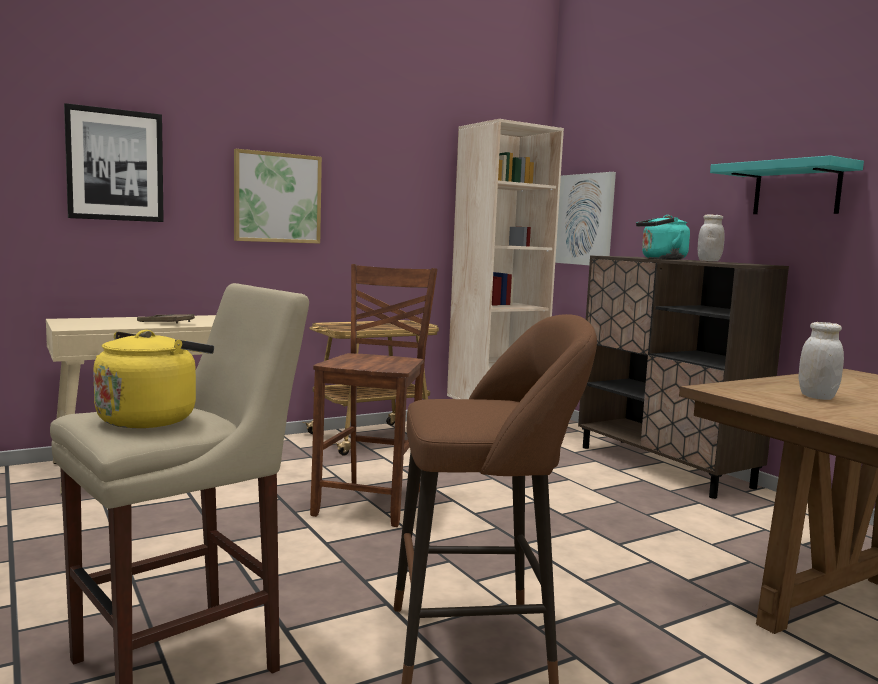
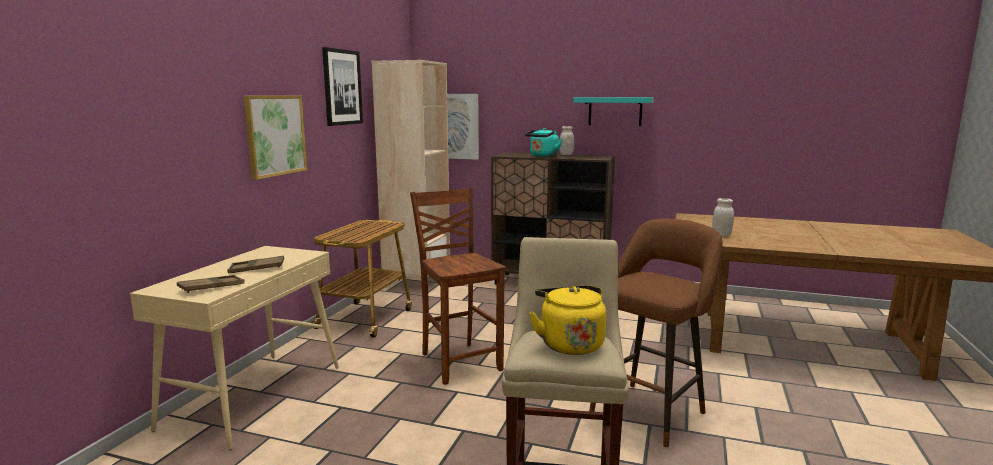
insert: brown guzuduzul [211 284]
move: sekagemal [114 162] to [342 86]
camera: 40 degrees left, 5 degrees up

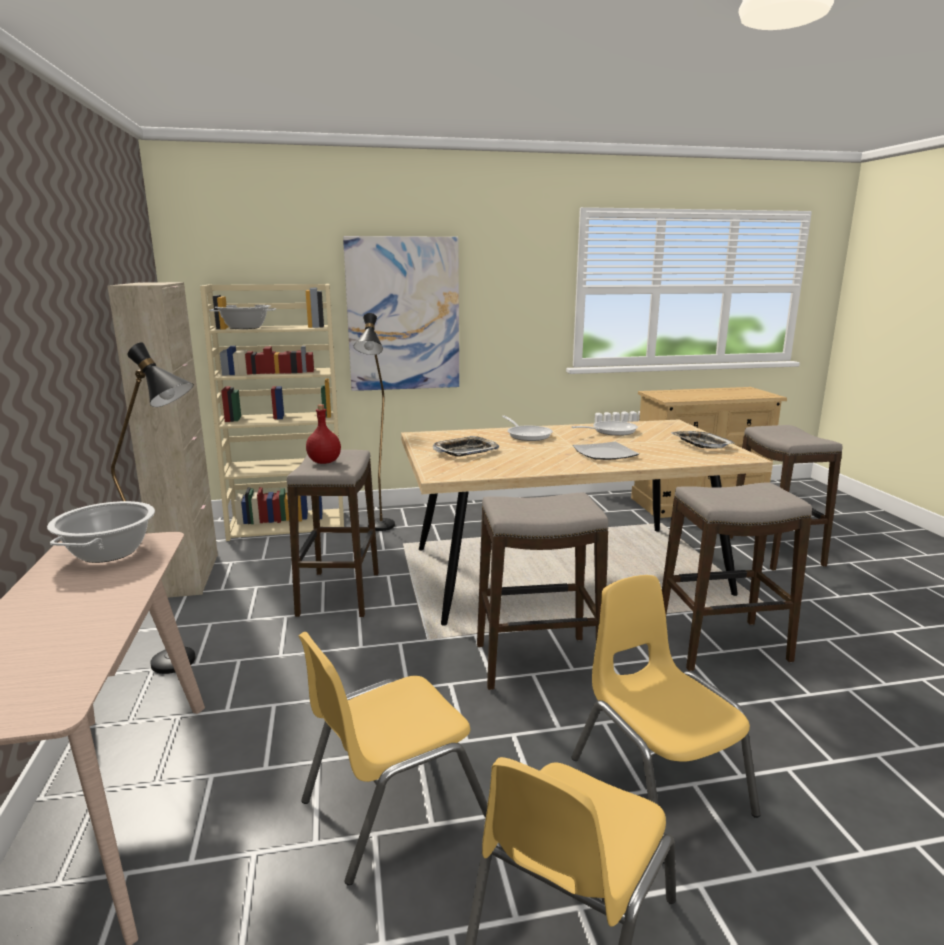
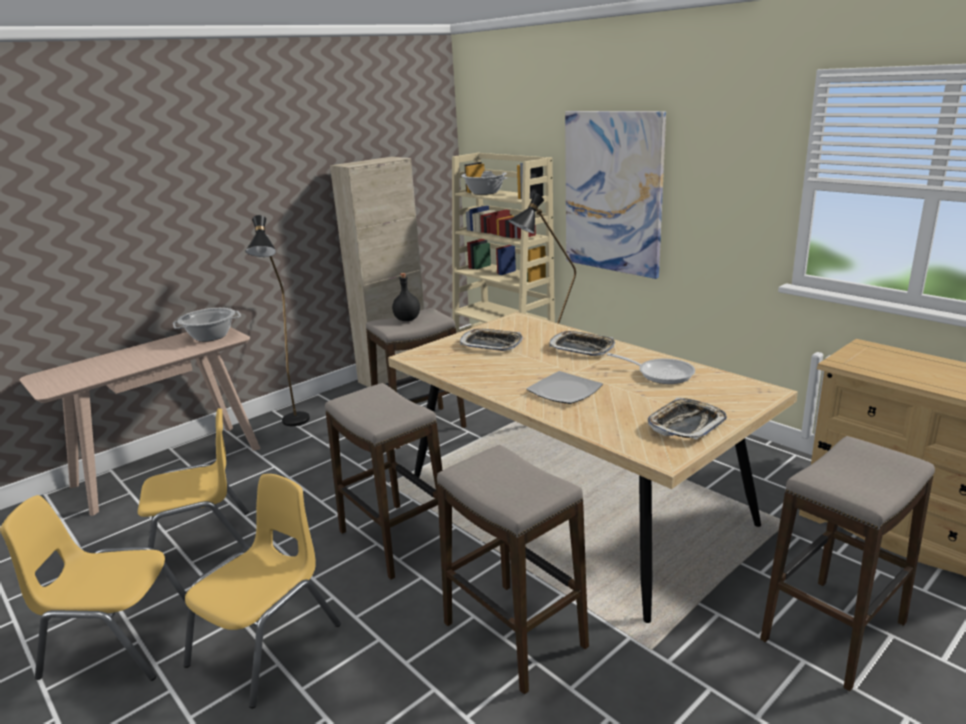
replace: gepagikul [527 428] to guzuduzul [582 343]
recolor: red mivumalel [323 434] to black mivumalel [406 297]
rotate: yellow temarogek [393 759] = [194 479] 135 degrees clockwise
camera: 60 degrees right, 5 degrees up

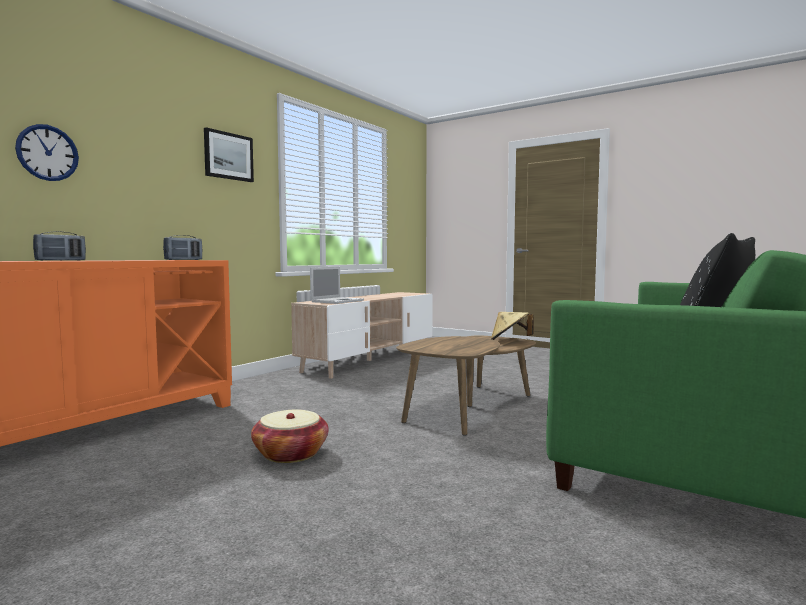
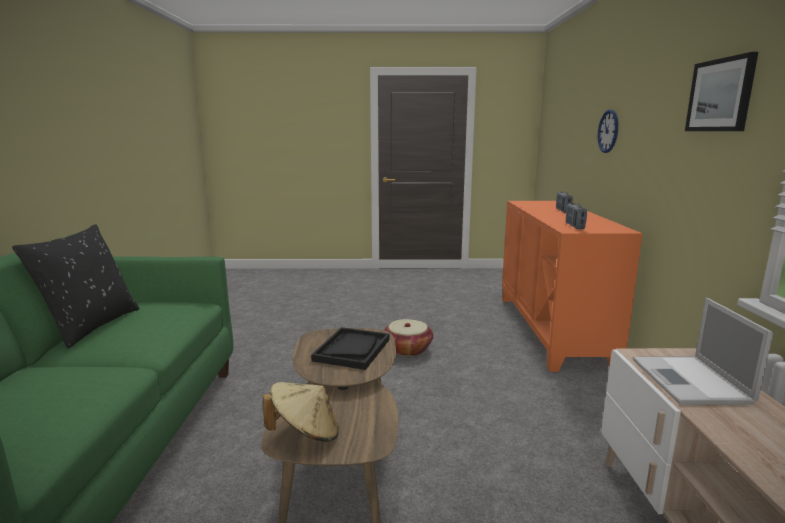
insert: black guzuduzul [350 348]
camera: 145 degrees right, 10 degrees up

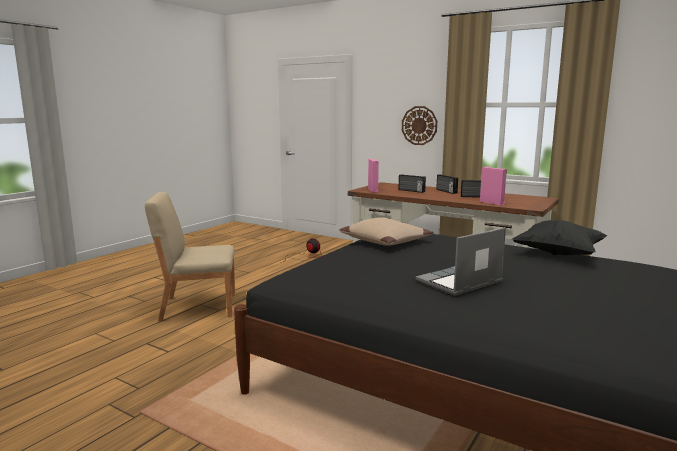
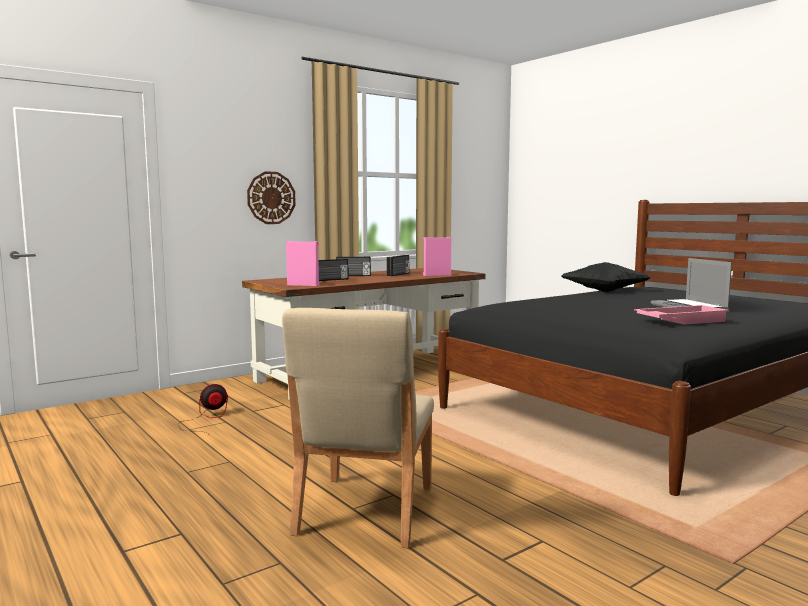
delete: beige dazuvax [386 231]
insert: pink guzuduzul [681 315]
camera: 70 degrees left, 5 degrees down

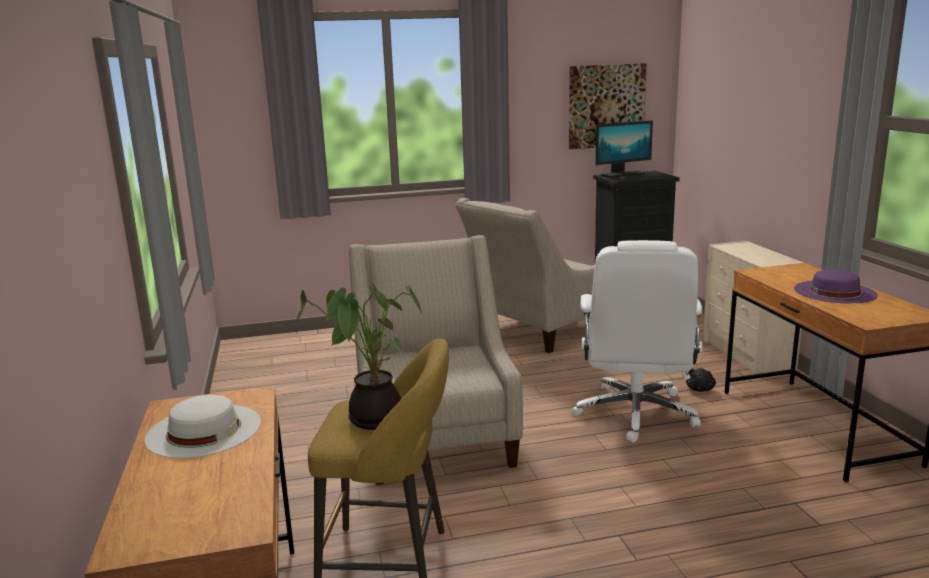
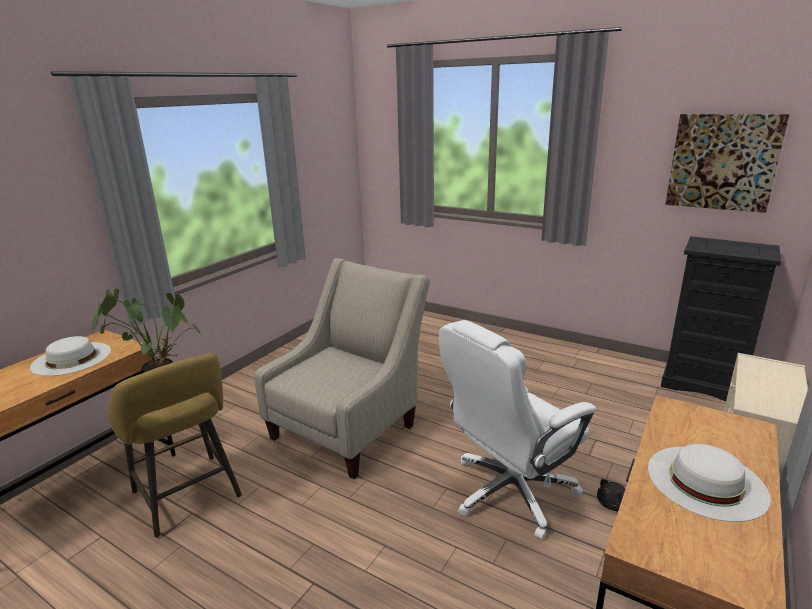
delete: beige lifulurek [525 275]; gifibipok [624 149]
recolor: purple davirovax [836 287] to white davirovax [709 483]
camera: 45 degrees right, 5 degrees up

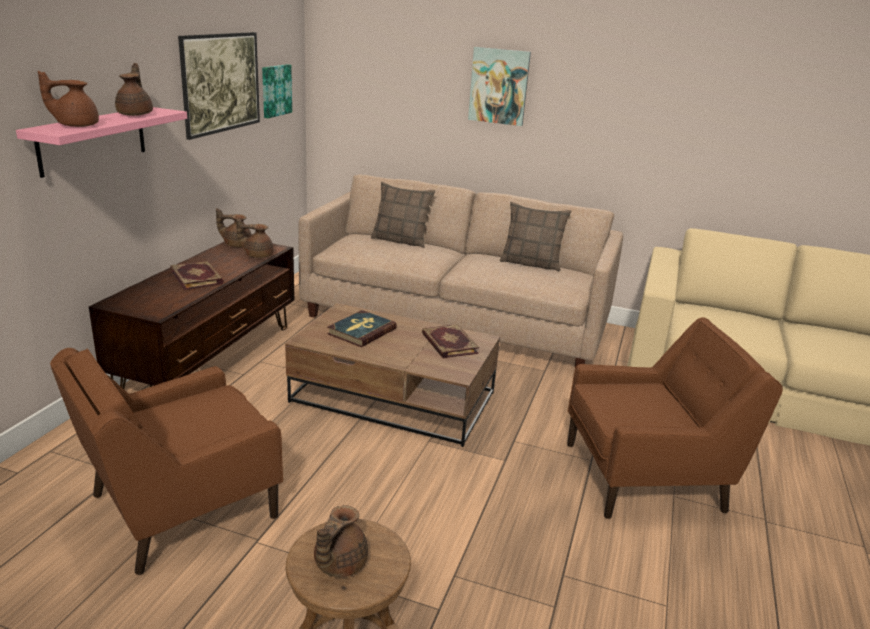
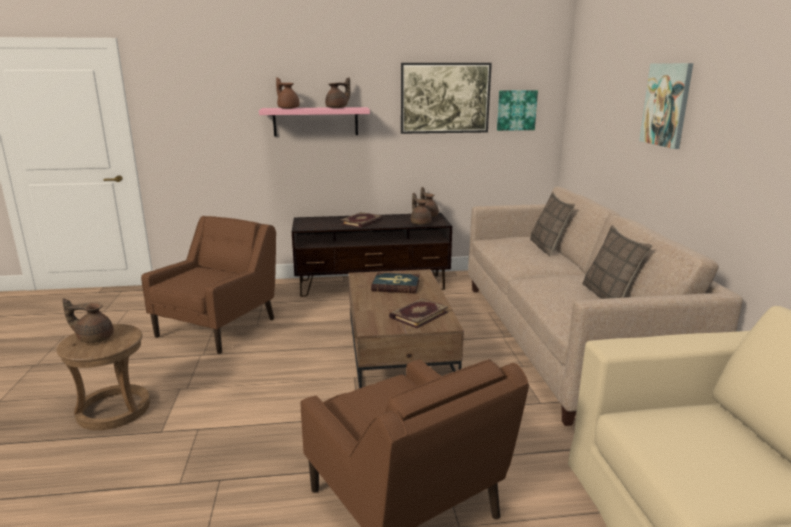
rotate: brown lifulurek [166 461] = [208 285] 90 degrees clockwise
camera: 65 degrees right, 5 degrees down

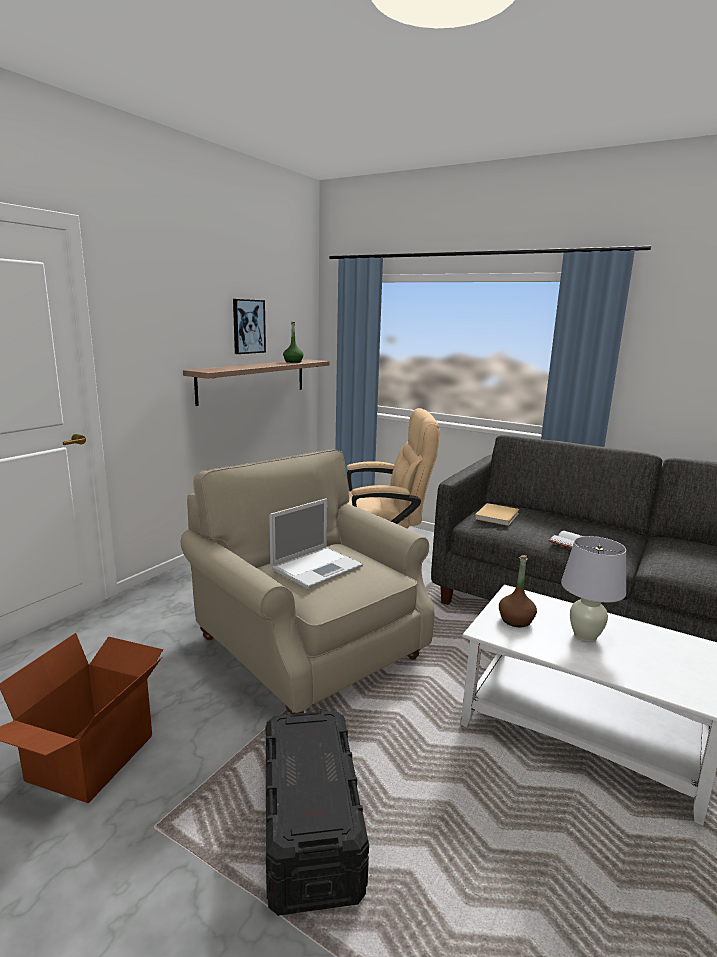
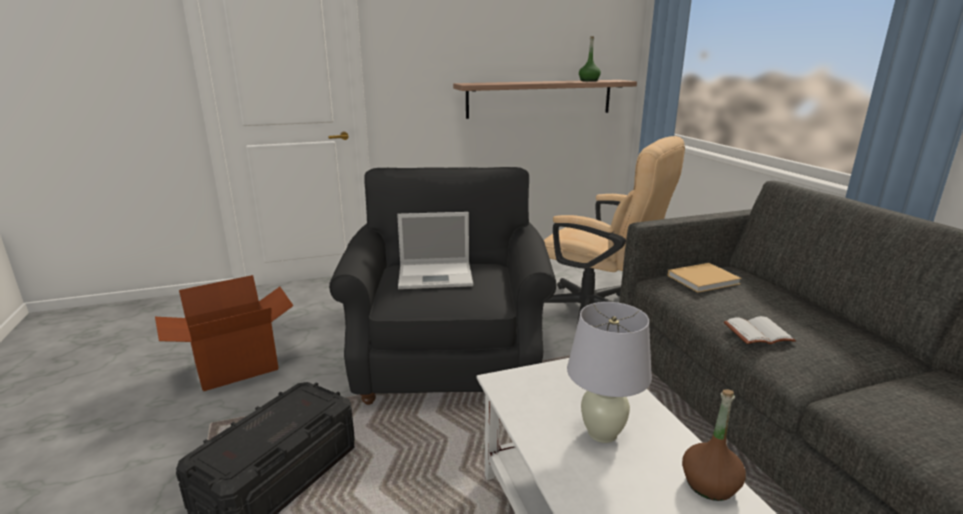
delete: sekagemal [249 326]
move: brown mivumalel [518 591] to [714 445]
recolor: beige lifulurek [307 582] to black lifulurek [443 286]
camera: 40 degrees right, 5 degrees up

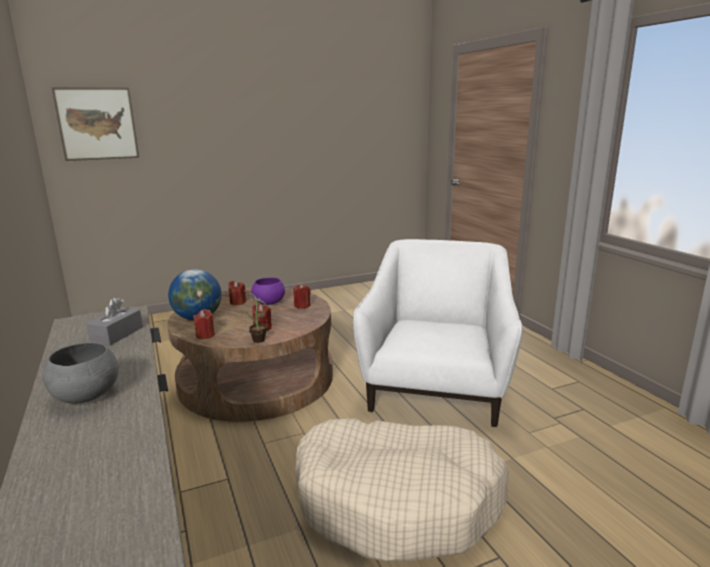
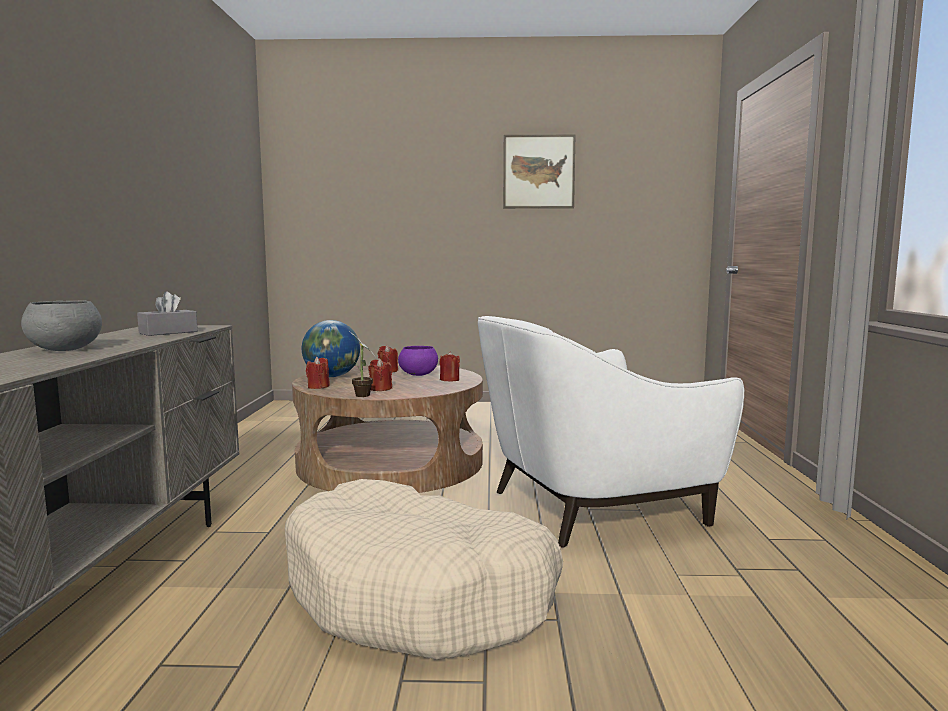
move: sekagemal [95 124] to [539 171]
rotate: white lifulurek [438 333] = [611 432] 150 degrees counterclockwise
camera: 25 degrees right, 10 degrees down

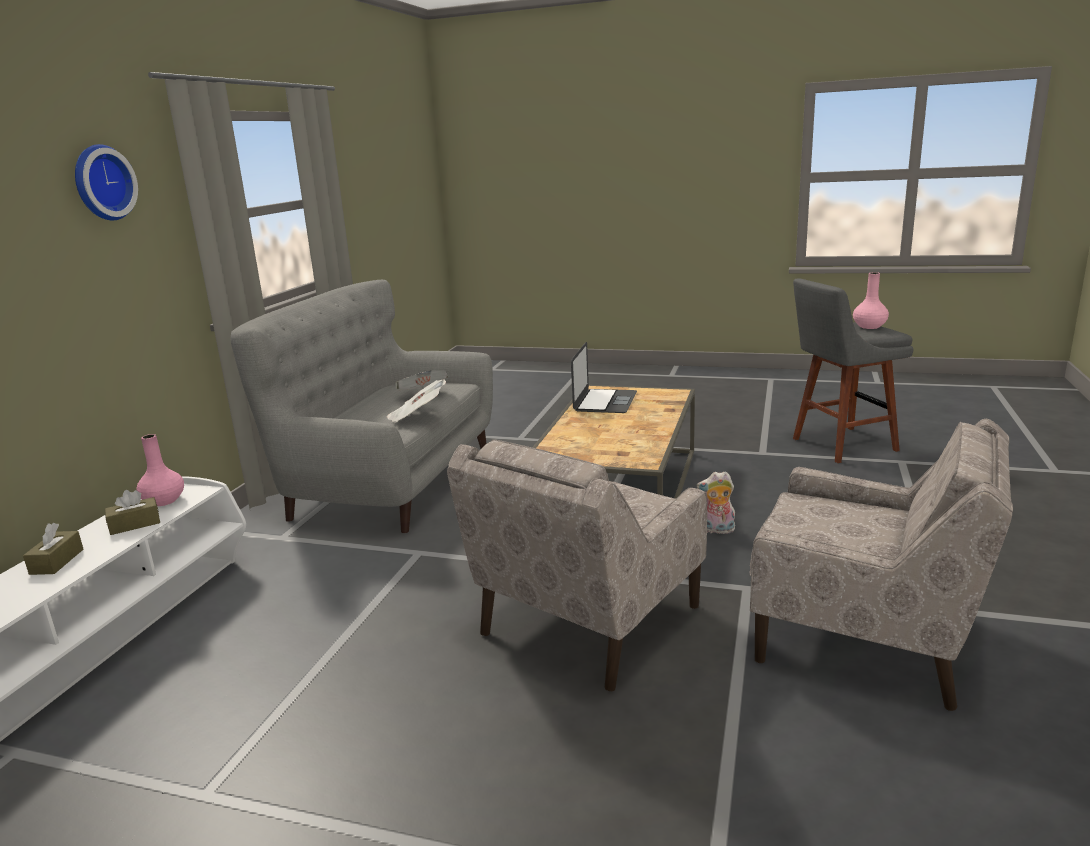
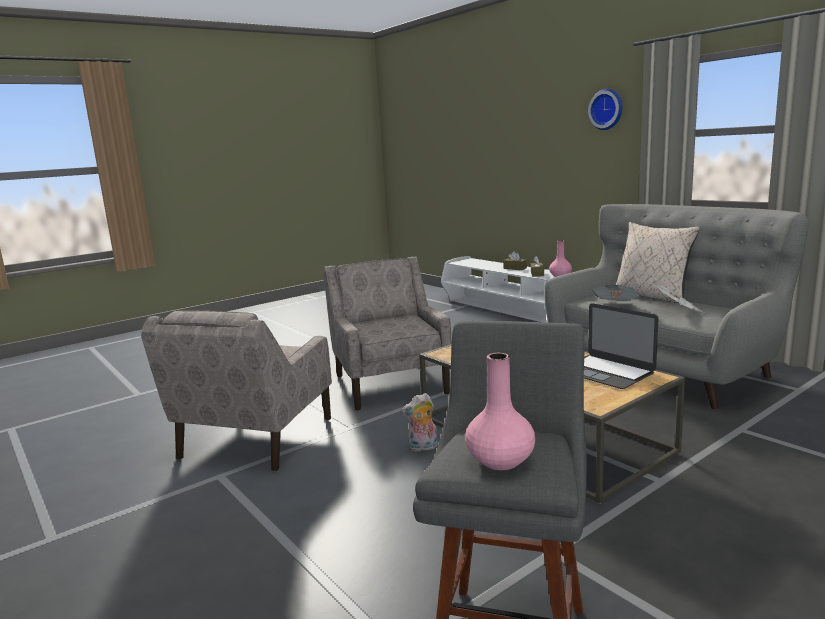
insert: beige dazuvax [658 262]
rotate: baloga [716 503] = [420 422] 150 degrees counterclockwise; beige lifulurek [881 565] = [236 391] 45 degrees counterclockwise
camera: 125 degrees right, 5 degrees down

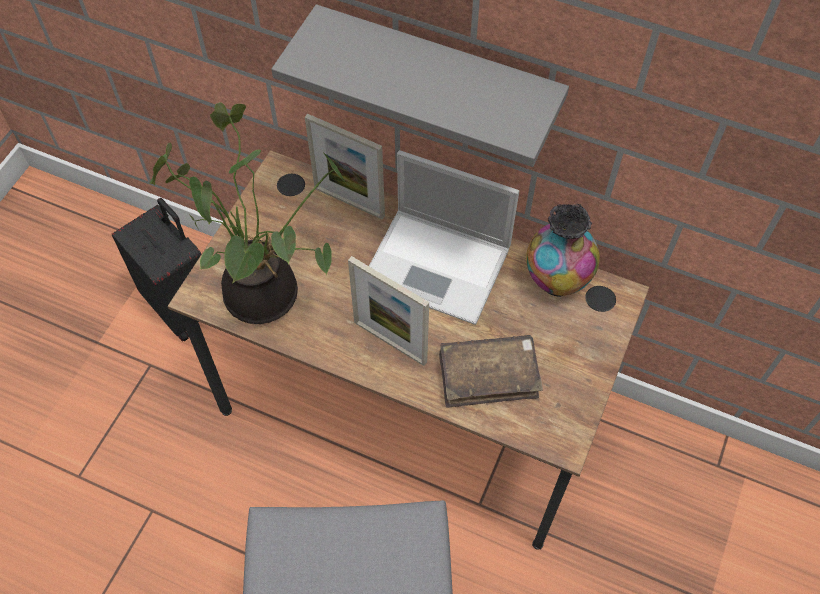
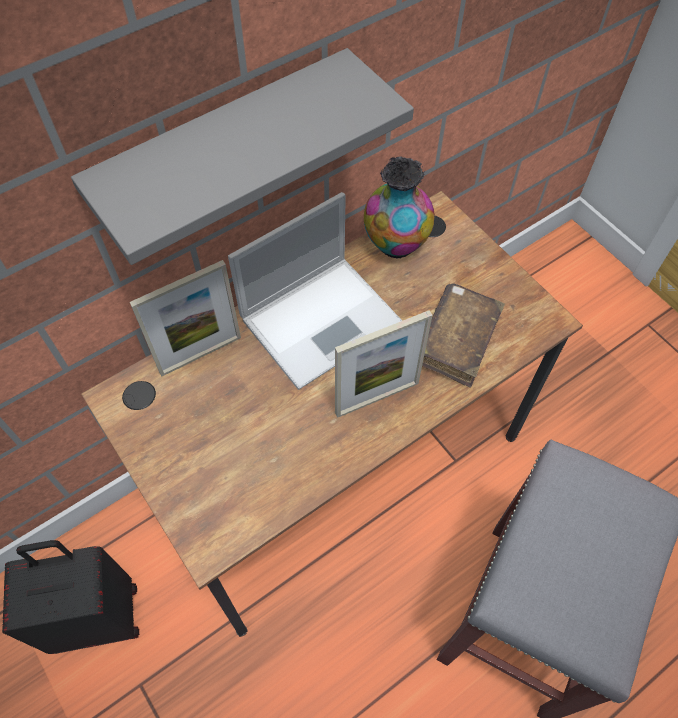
delete: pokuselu [248 213]
camera: 60 degrees left, 0 degrees up

